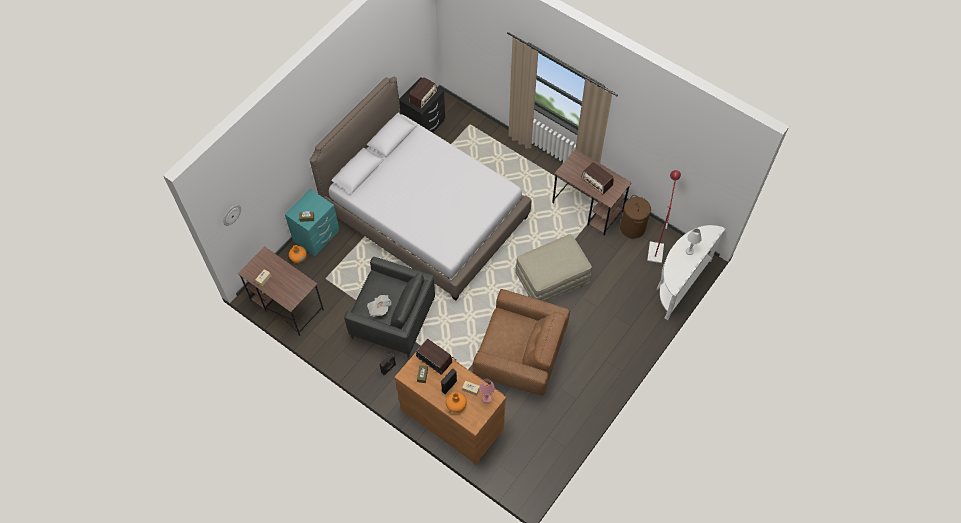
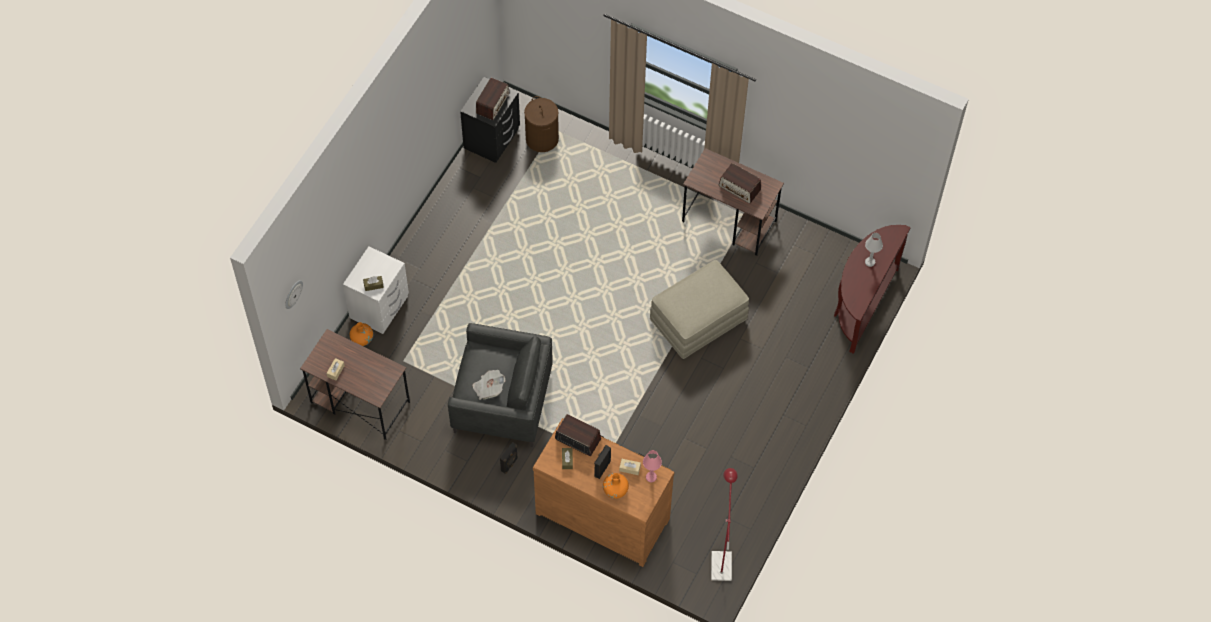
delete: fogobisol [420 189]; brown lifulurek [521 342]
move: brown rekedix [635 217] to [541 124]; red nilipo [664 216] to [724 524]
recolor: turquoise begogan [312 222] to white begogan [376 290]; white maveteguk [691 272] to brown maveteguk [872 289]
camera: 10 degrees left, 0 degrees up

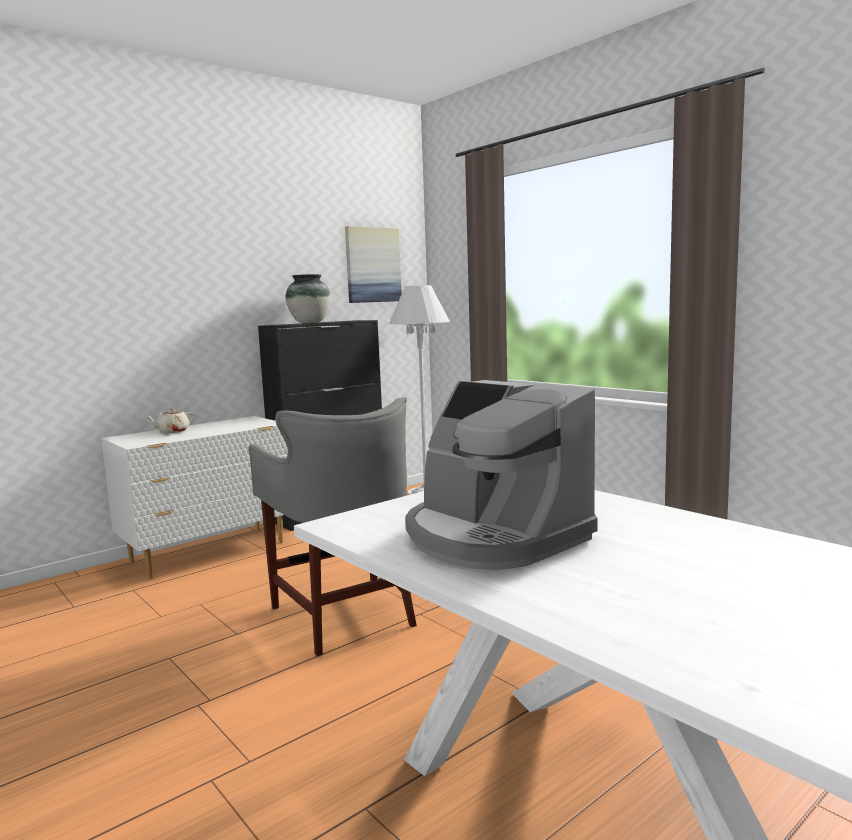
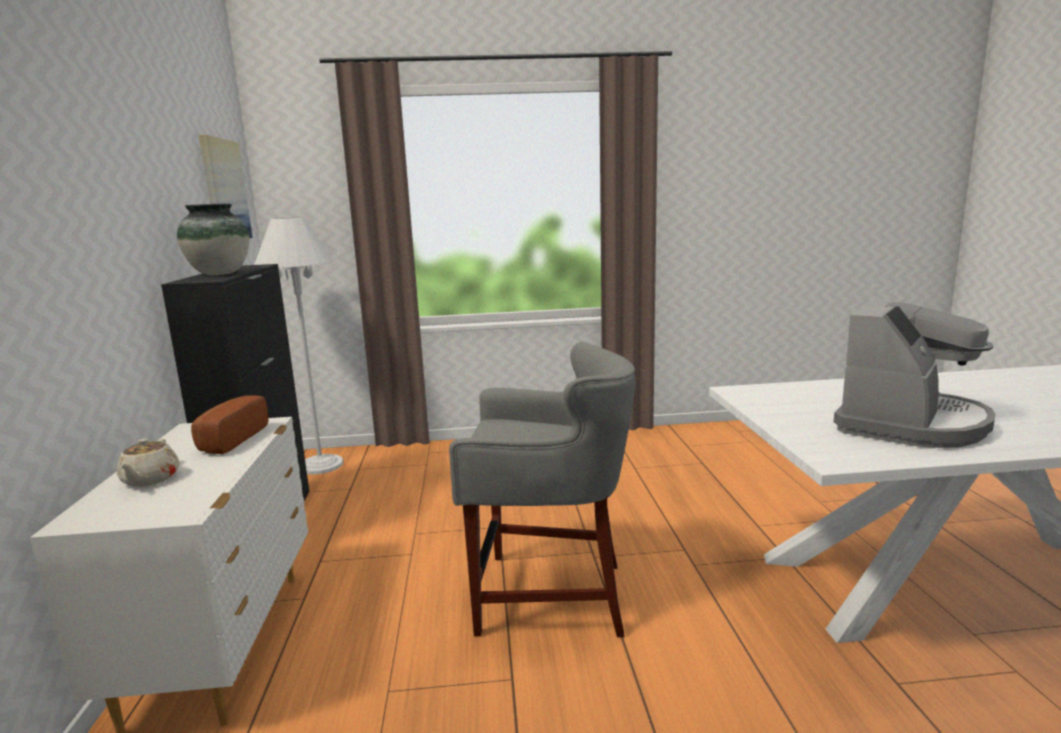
insert: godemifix [229 424]
rotate: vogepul [501 475] = [914 373] 45 degrees counterclockwise
camera: 55 degrees left, 5 degrees up

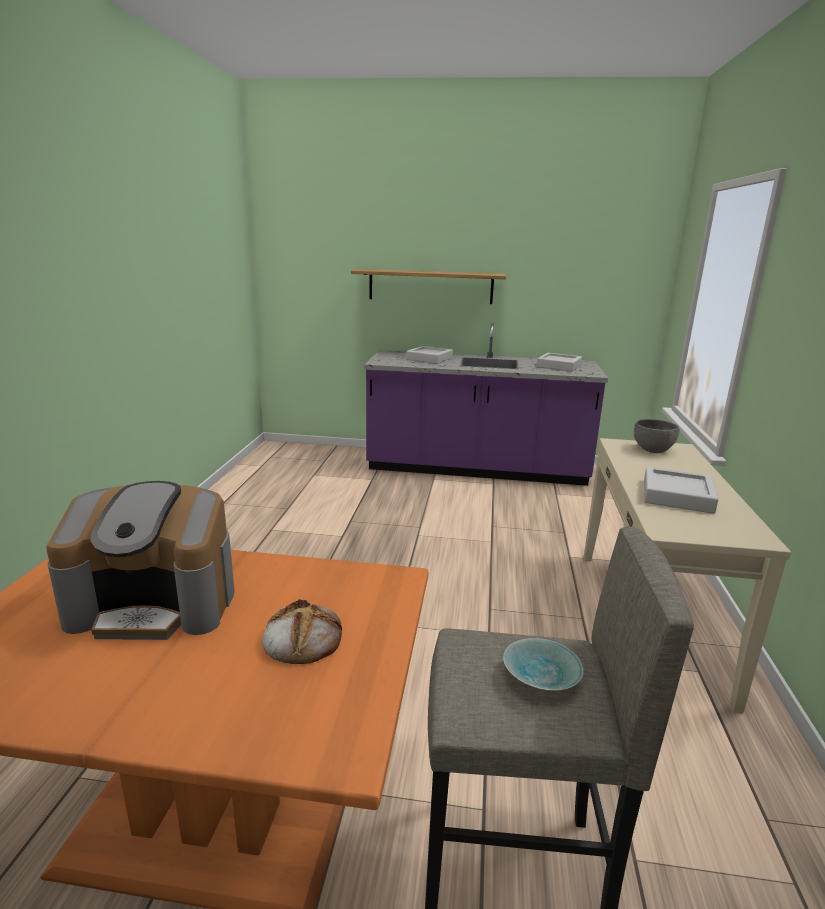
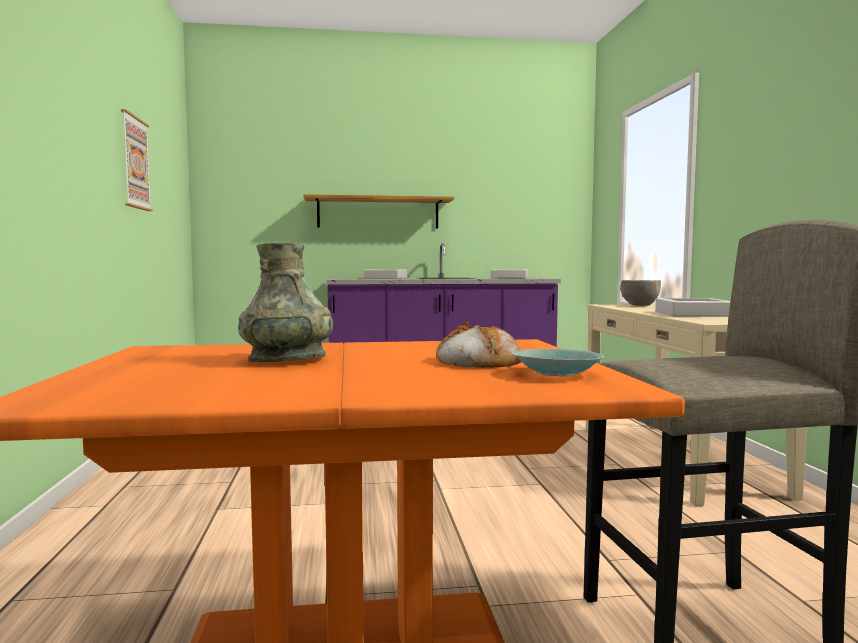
insert: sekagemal [137 160]
move: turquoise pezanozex [543 664] to [558 363]
replace: vogepul [140 560] to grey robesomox [285 302]
camera: 15 degrees left, 15 degrees down

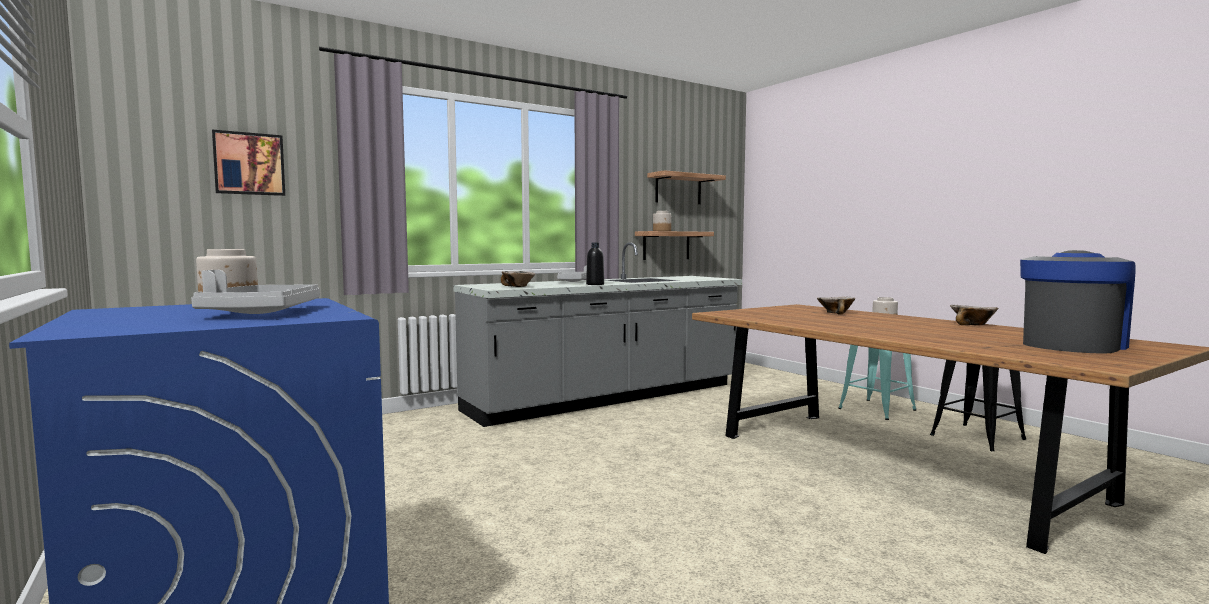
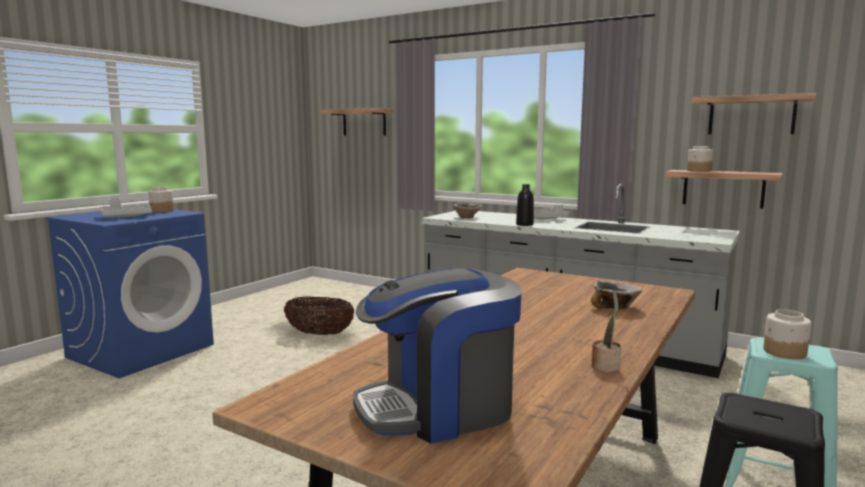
insert: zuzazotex [319 315]
replace: sekagemal [248 163] to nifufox [357 122]; pezanozex [974 315] to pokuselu [606 331]
rotate: vogepul [1078 302] = [437 355] 135 degrees clockwise
camera: 65 degrees right, 5 degrees up

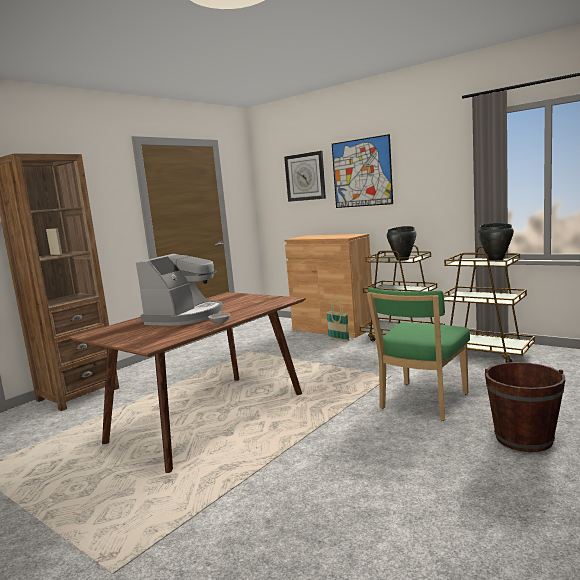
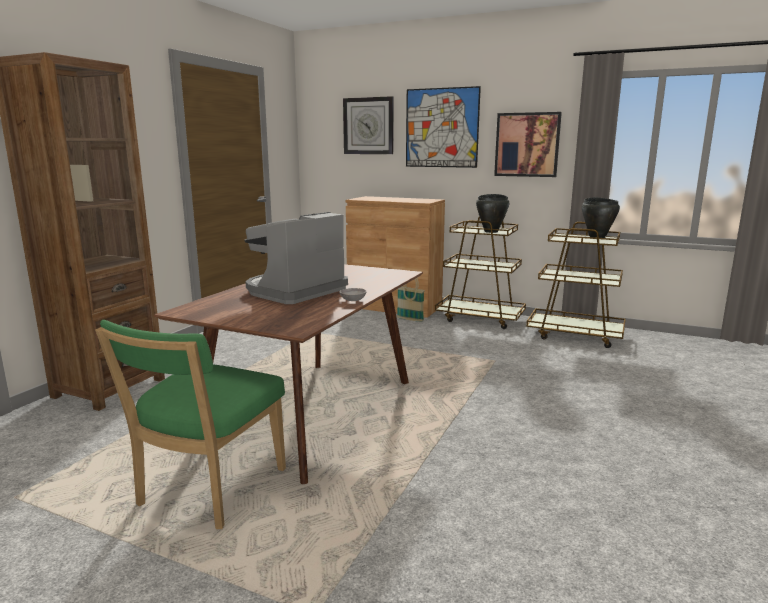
delete: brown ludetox [525 407]
insert: sekagemal [528 144]
move: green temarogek [418 354] to [190 424]
rotate: vogepul [179 290] = [296 258] 150 degrees counterclockwise
camera: 15 degrees left, 5 degrees up

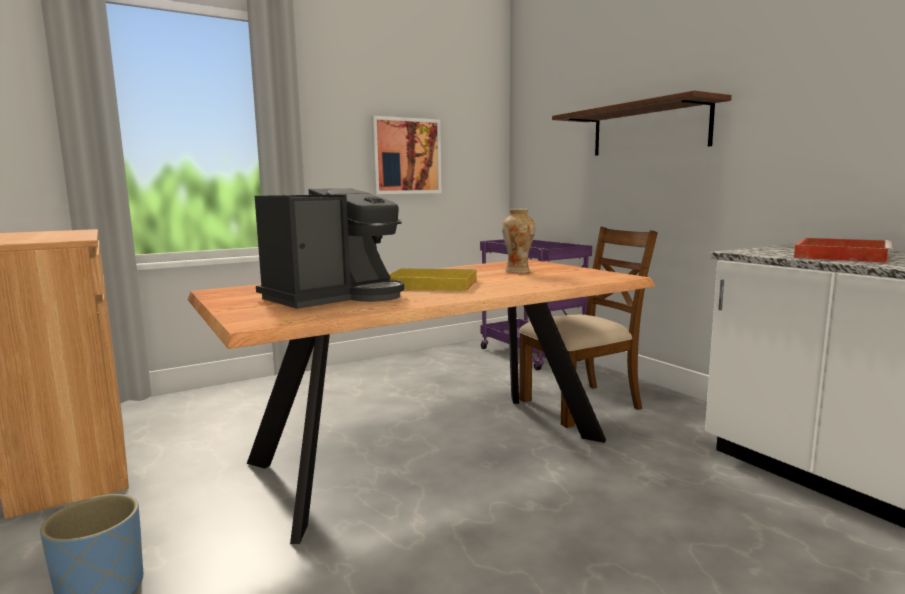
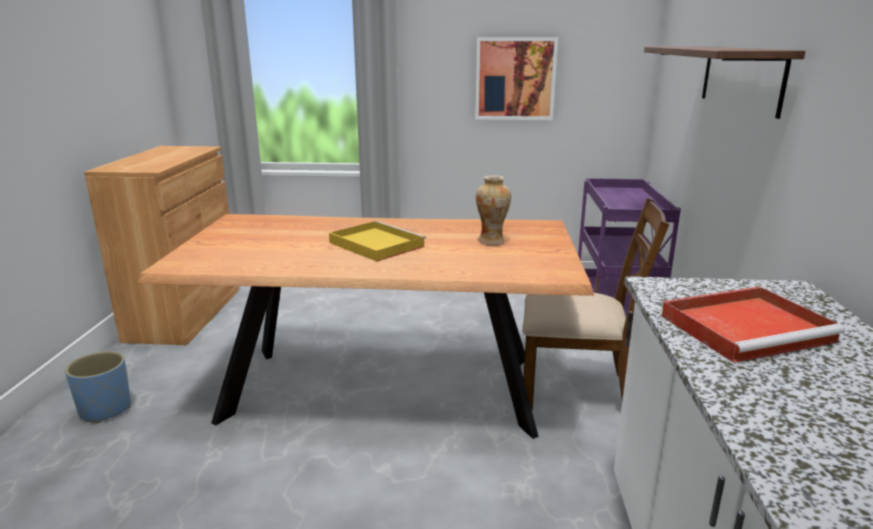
delete: vogepul [329 248]
camera: 35 degrees right, 10 degrees up

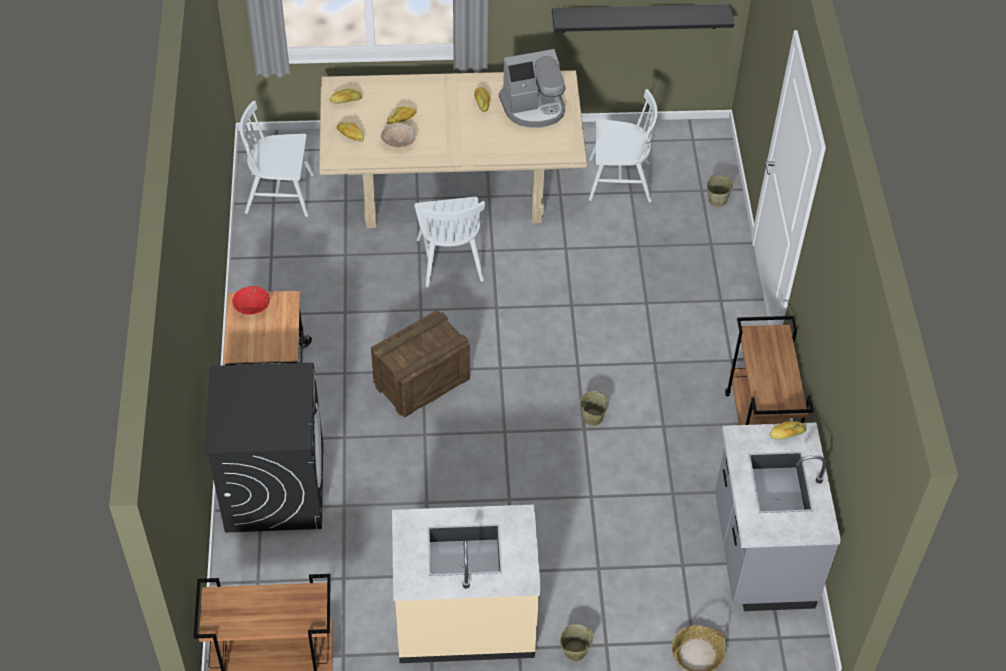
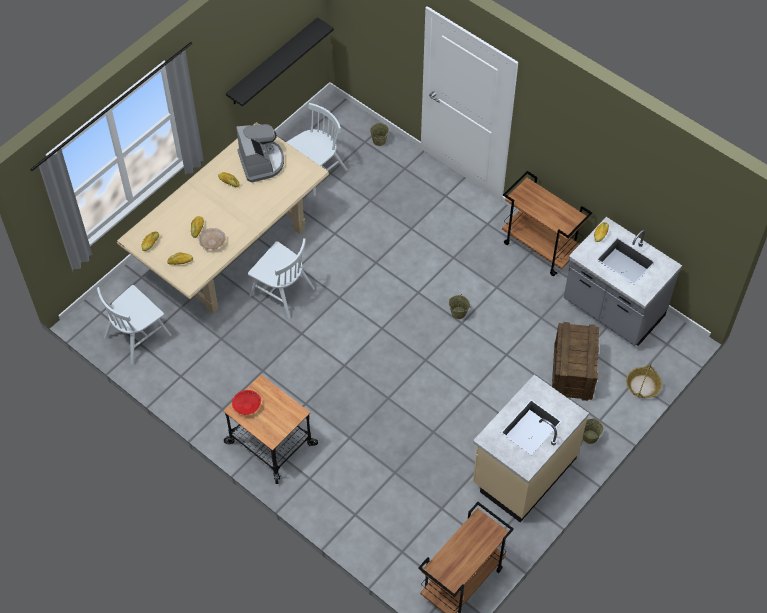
delete: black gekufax [263 448]
move: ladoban [420 364] to [575 361]
rotate: vogepul [532 88] = [260 153] 45 degrees counterclockwise
camera: 45 degrees left, 5 degrees up

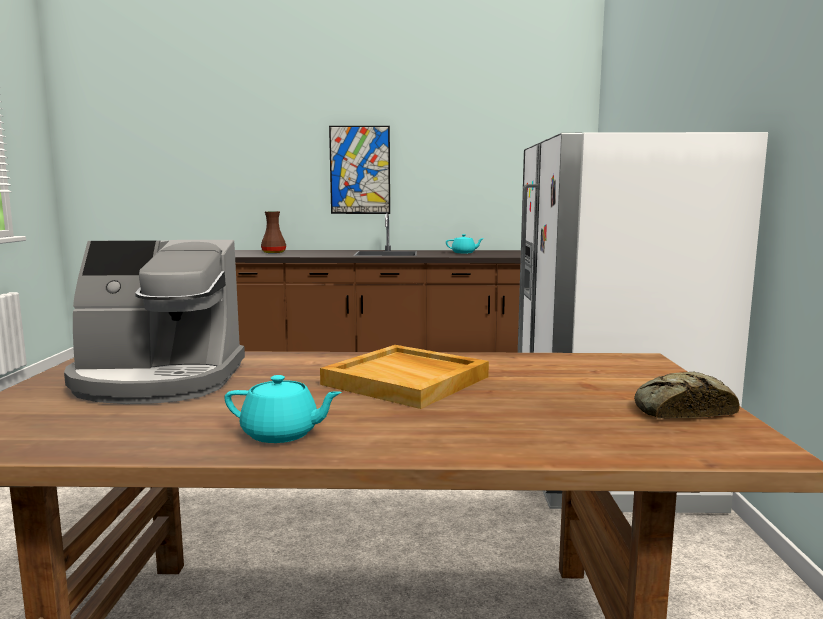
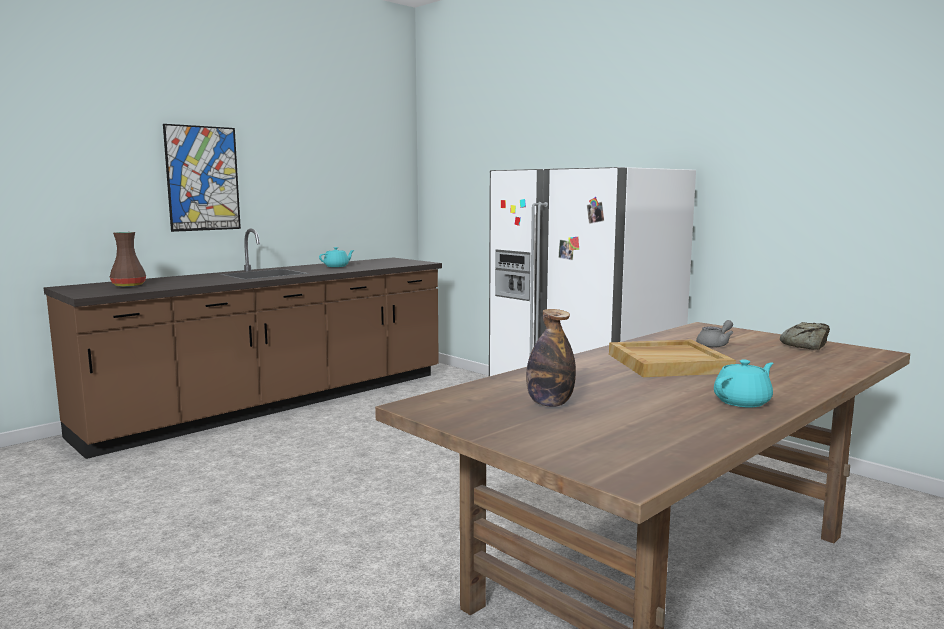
insert: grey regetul [715 334]
replace: vogepul [154 322] to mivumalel [551 358]
camera: 45 degrees left, 0 degrees up

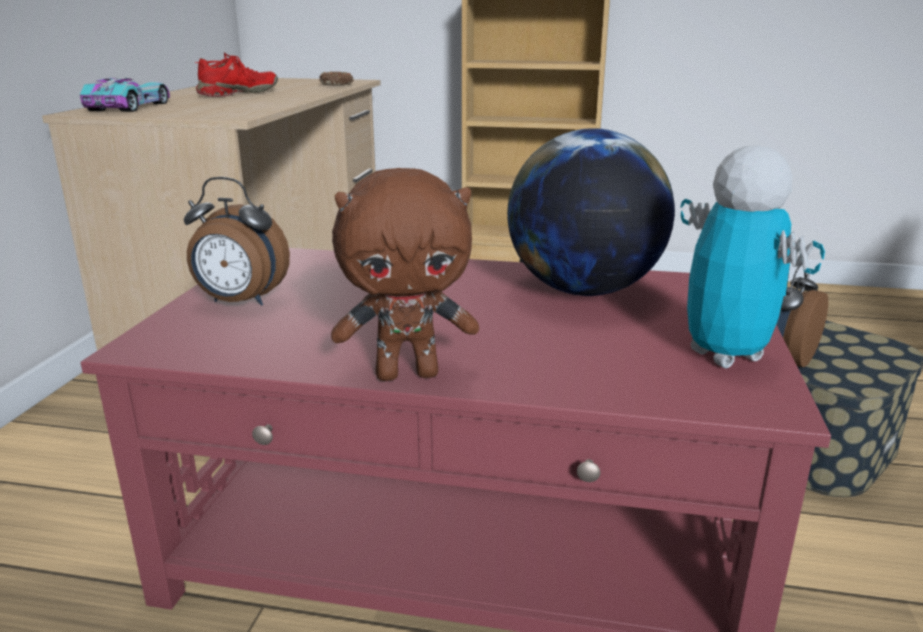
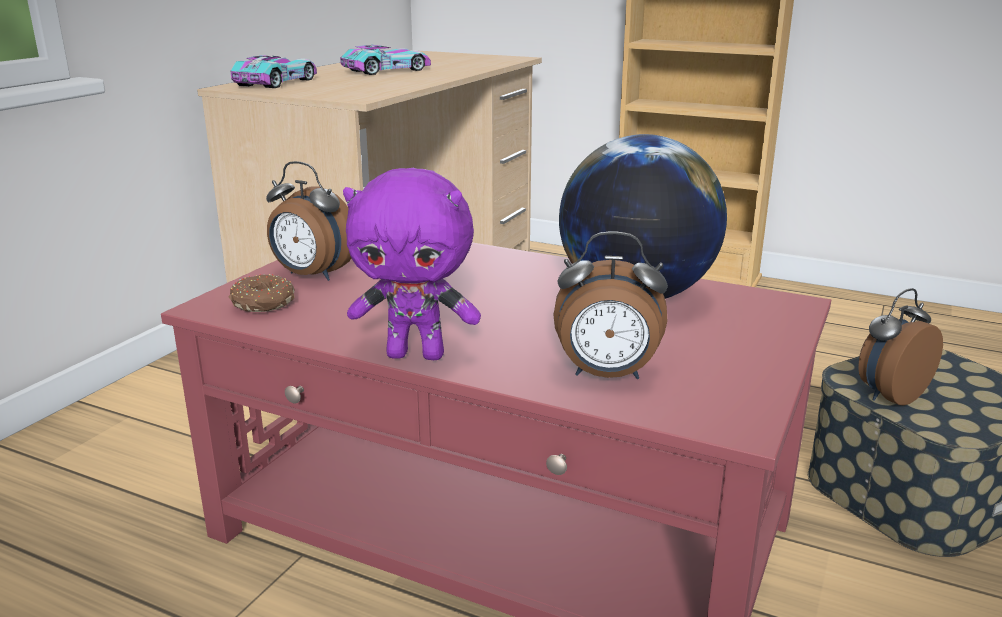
delete: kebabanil [752 256]
insert: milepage [610 305]
move: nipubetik [336 79] to [261 293]
replace: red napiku [236 74] to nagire [385 60]
recolor: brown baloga [405 274] to purple baloga [412 264]
camera: 15 degrees right, 0 degrees up

